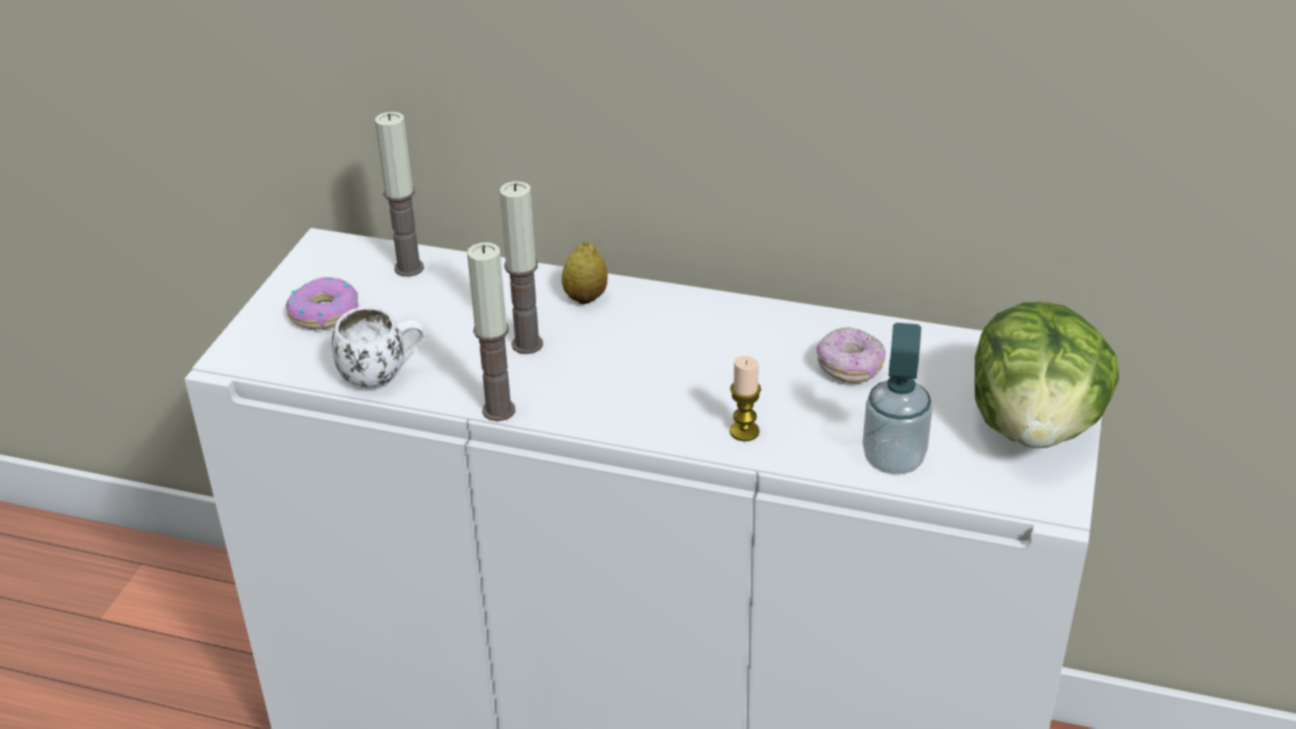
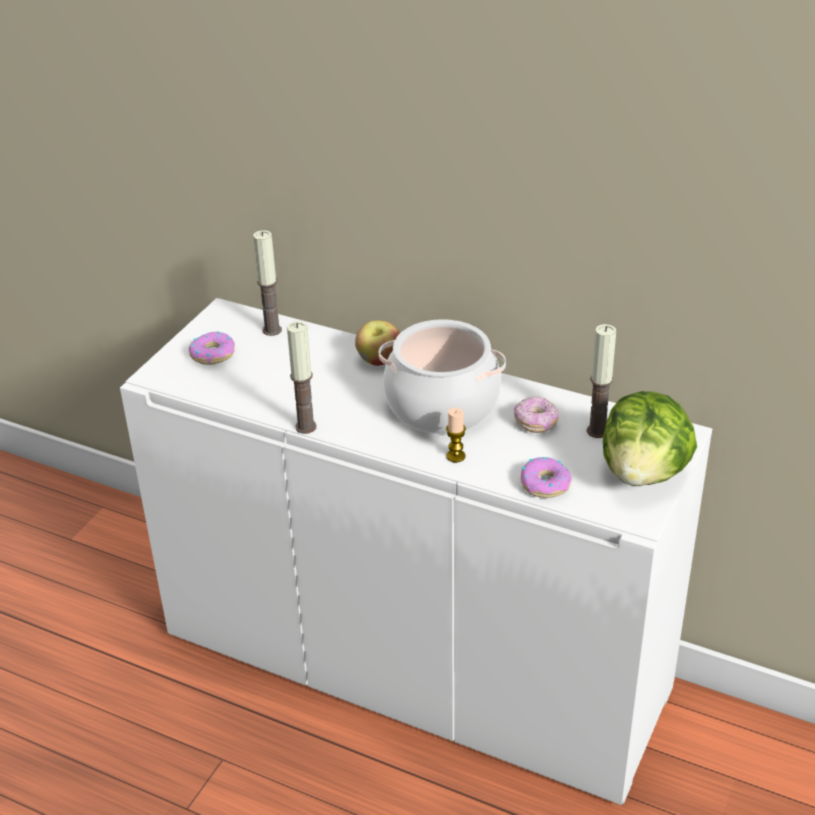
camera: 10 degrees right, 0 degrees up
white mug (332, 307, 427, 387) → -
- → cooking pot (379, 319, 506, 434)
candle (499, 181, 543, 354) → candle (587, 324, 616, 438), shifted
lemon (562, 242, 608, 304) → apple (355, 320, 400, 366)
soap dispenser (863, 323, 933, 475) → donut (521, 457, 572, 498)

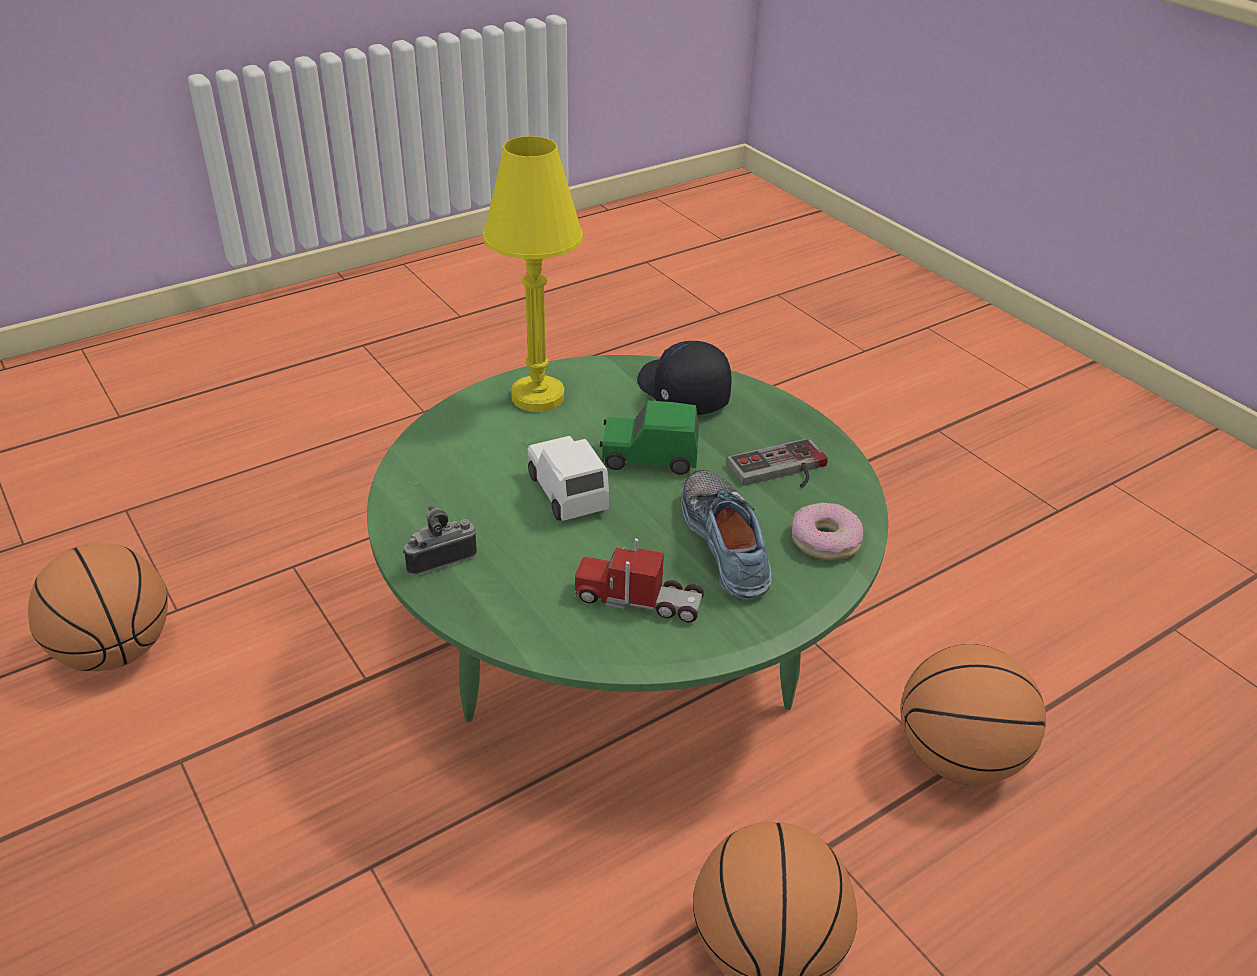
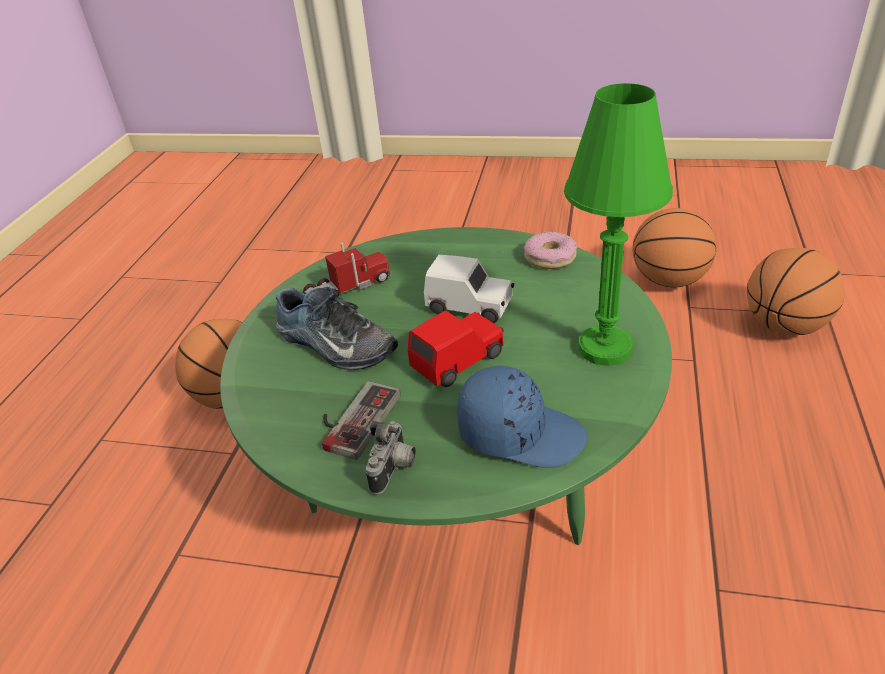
camera: 140 degrees right, 0 degrees up
photo camera (403, 505, 477, 576) → photo camera (365, 421, 416, 494), shifted
donut (792, 503, 863, 560) → donut (524, 231, 577, 269), shifted
basketball (900, 644, 1046, 785) → basketball (747, 248, 844, 335), shifted
yellow table lamp (483, 136, 583, 412) → green table lamp (564, 83, 673, 366)
green toy car (600, 400, 699, 475) → red toy car (408, 310, 504, 387)
black cap (637, 341, 732, 415) → blue cap (457, 365, 587, 468)

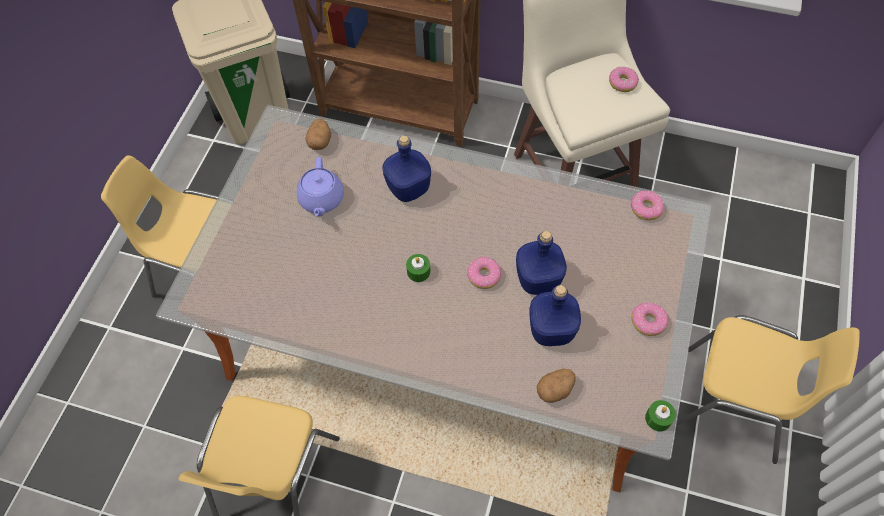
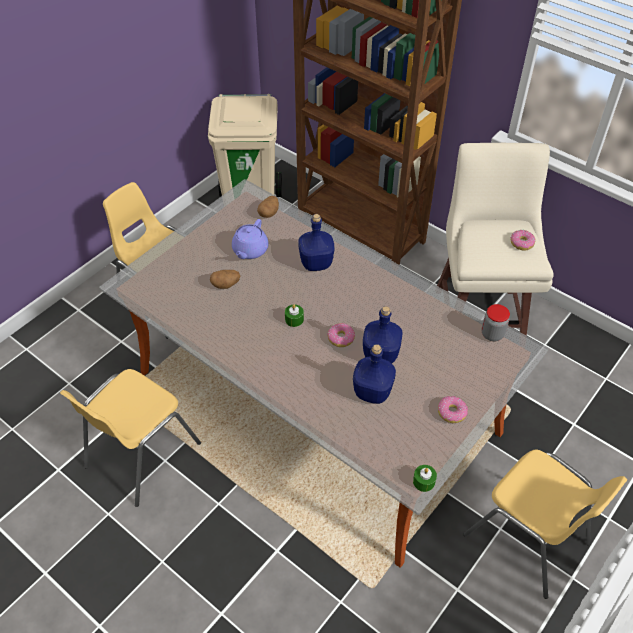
camera: 20 degrees right, 10 degrees down
potato (537, 369, 576, 403) → potato (210, 270, 241, 289), shifted
donut (631, 190, 664, 220) → jar (481, 304, 510, 341)

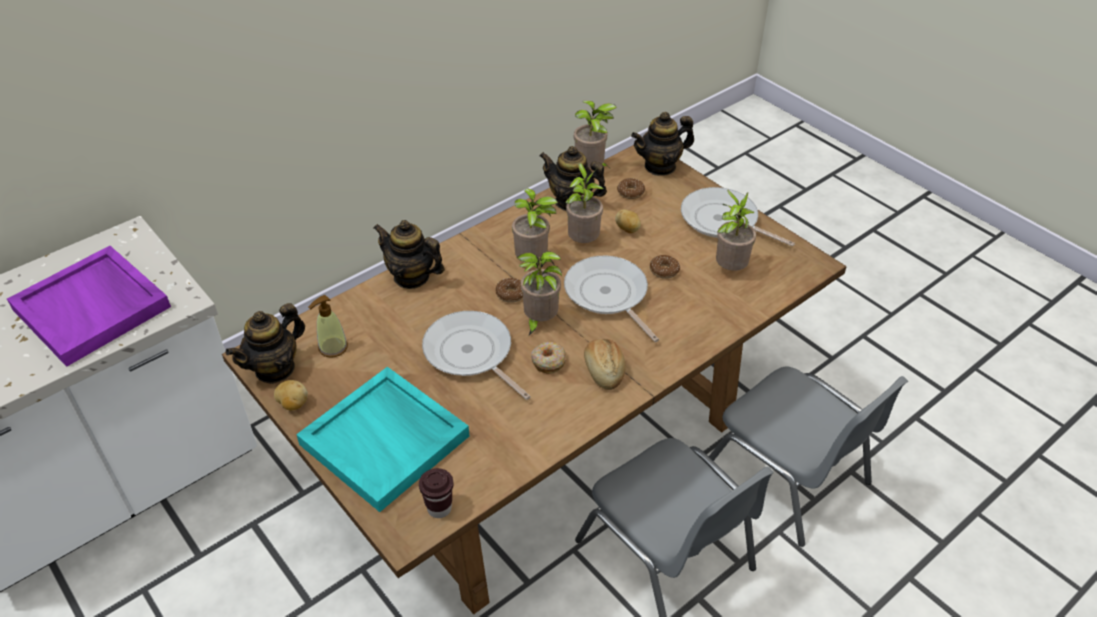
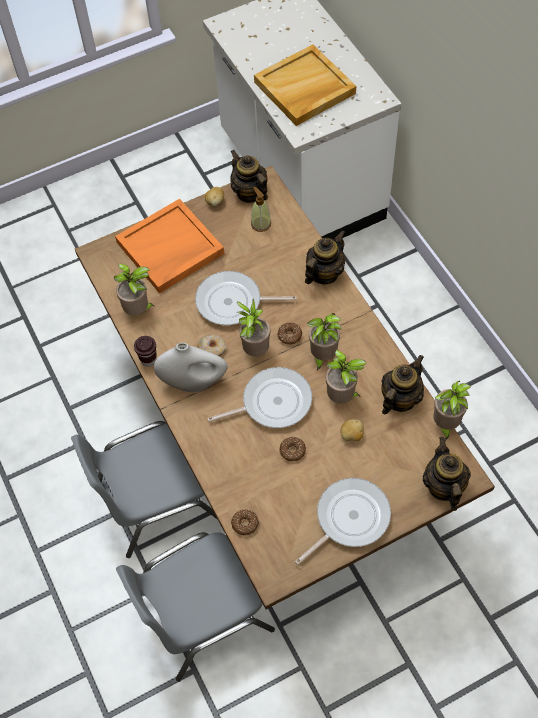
camera: 105 degrees right, 15 degrees up
brown cup (419, 468, 453, 518) → brown cup (134, 336, 157, 367), shifted
donut (617, 178, 645, 199) → donut (231, 509, 259, 535), shifted
potted plant (716, 190, 756, 271) → potted plant (114, 264, 155, 315), shifted
bread (584, 339, 626, 390) → white vase (154, 343, 227, 392)
purple tray (7, 246, 171, 367) → beige tray (254, 44, 356, 126)
turquoise tray (296, 367, 469, 512) → orange tray (115, 199, 224, 294)
frying pan (422, 311, 531, 400) → frying pan (195, 271, 297, 325), 150 degrees counterclockwise

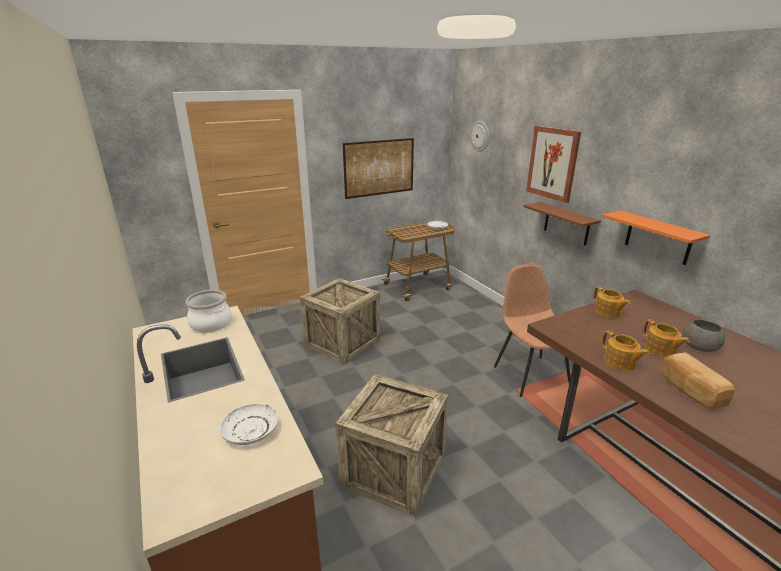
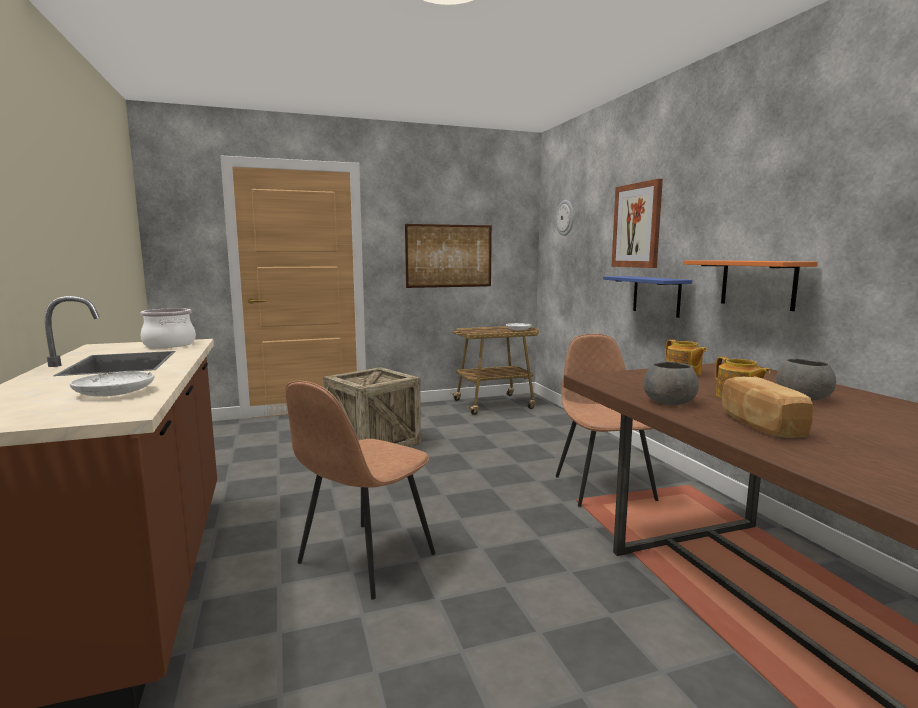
camera: 10 degrees right, 15 degrees down
crate (335, 374, 448, 517) → brown chair (285, 381, 435, 600)
teapot (602, 330, 649, 371) → grey bowl (644, 362, 699, 405)
brown shelf (524, 202, 601, 246) → blue shelf (603, 276, 692, 318)

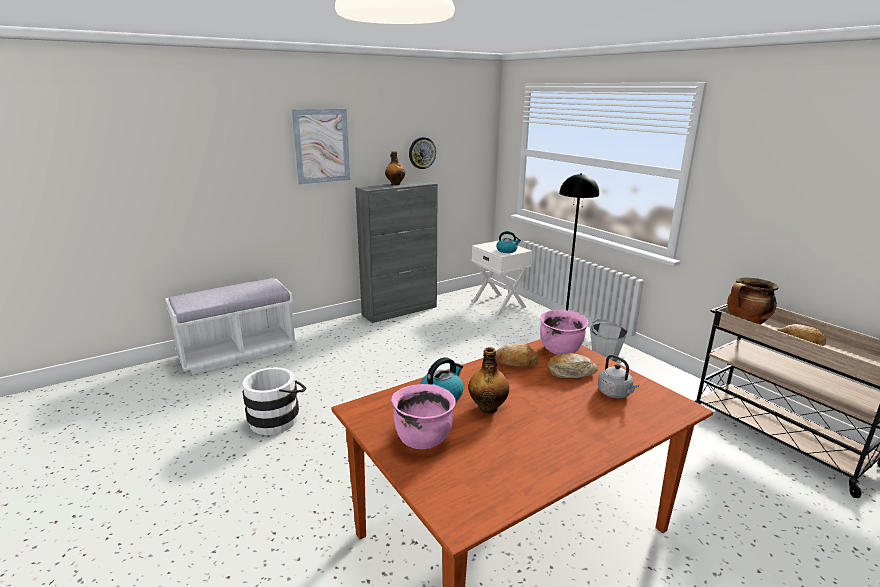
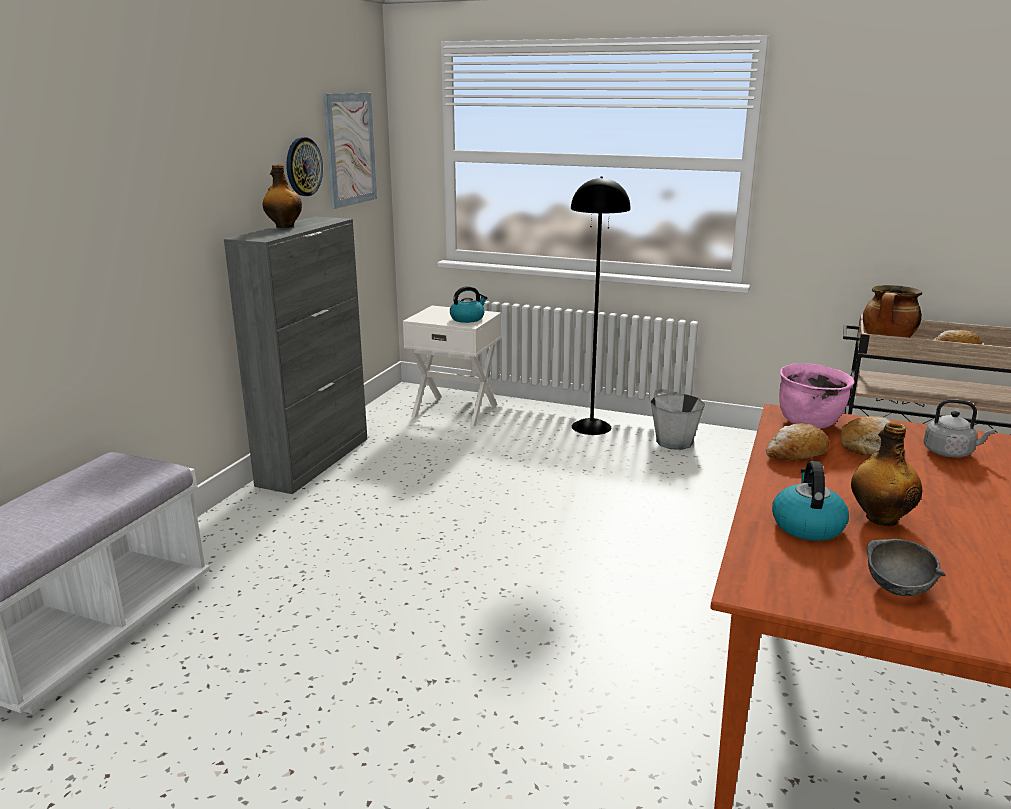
camera: 35 degrees left, 0 degrees up
white bucket (242, 367, 306, 435) → -
picture (292, 109, 350, 184) → picture (323, 93, 377, 209), shifted
pink cooking pot (391, 384, 456, 449) → grey bowl (867, 539, 945, 596)

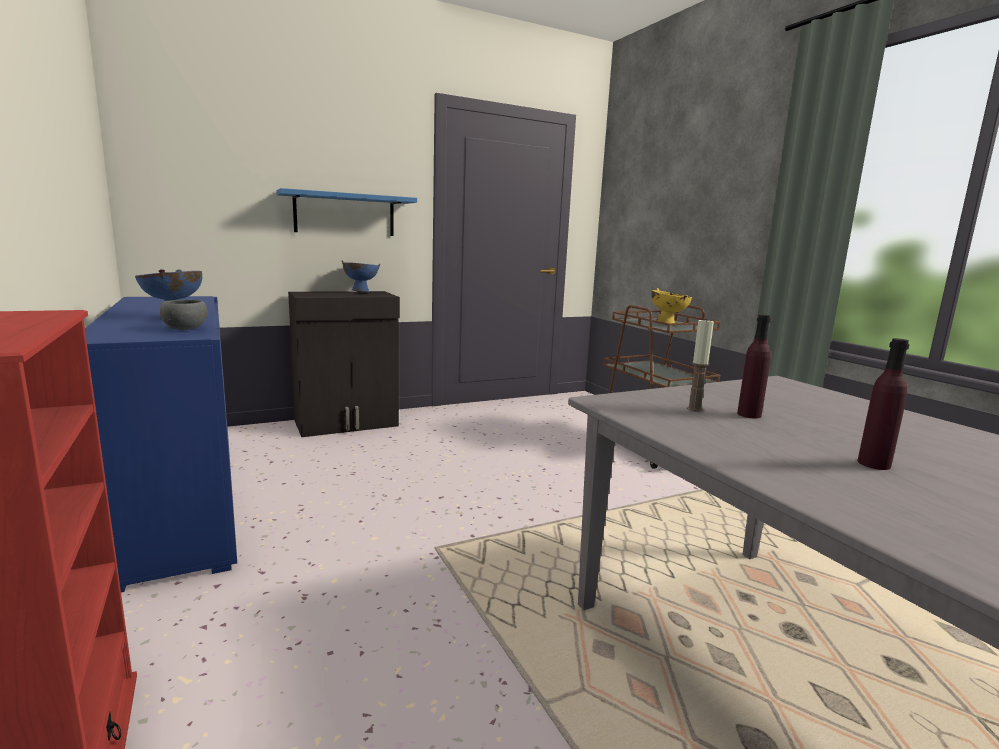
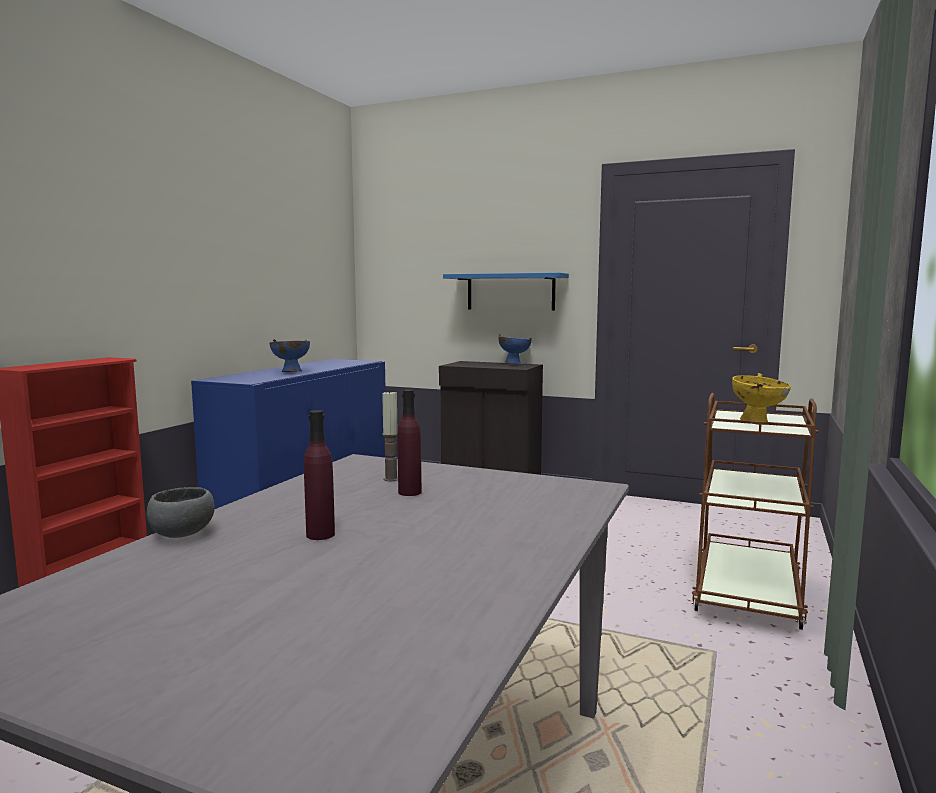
camera: 50 degrees right, 5 degrees down
grey bowl (160, 300, 208, 330) → grey bowl (147, 487, 215, 538), shifted

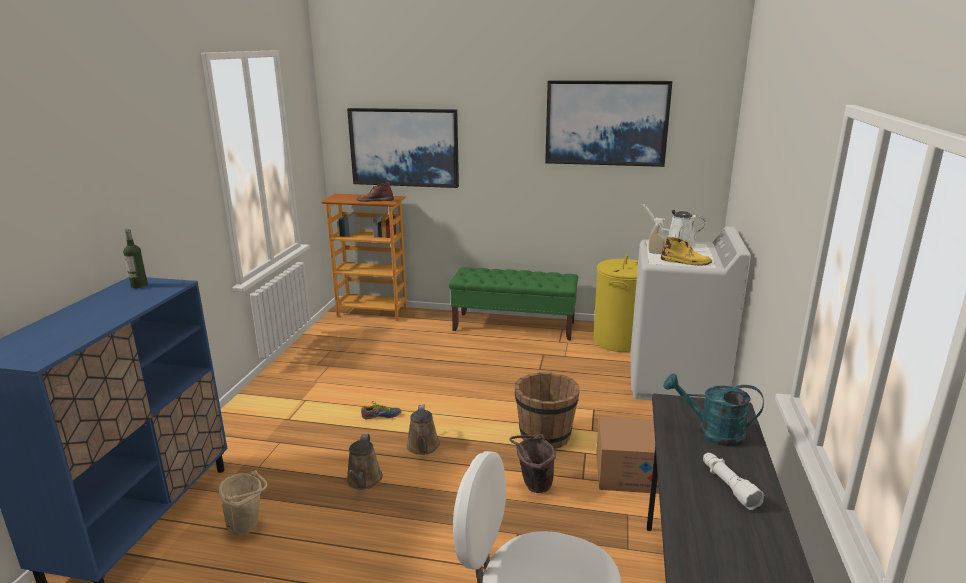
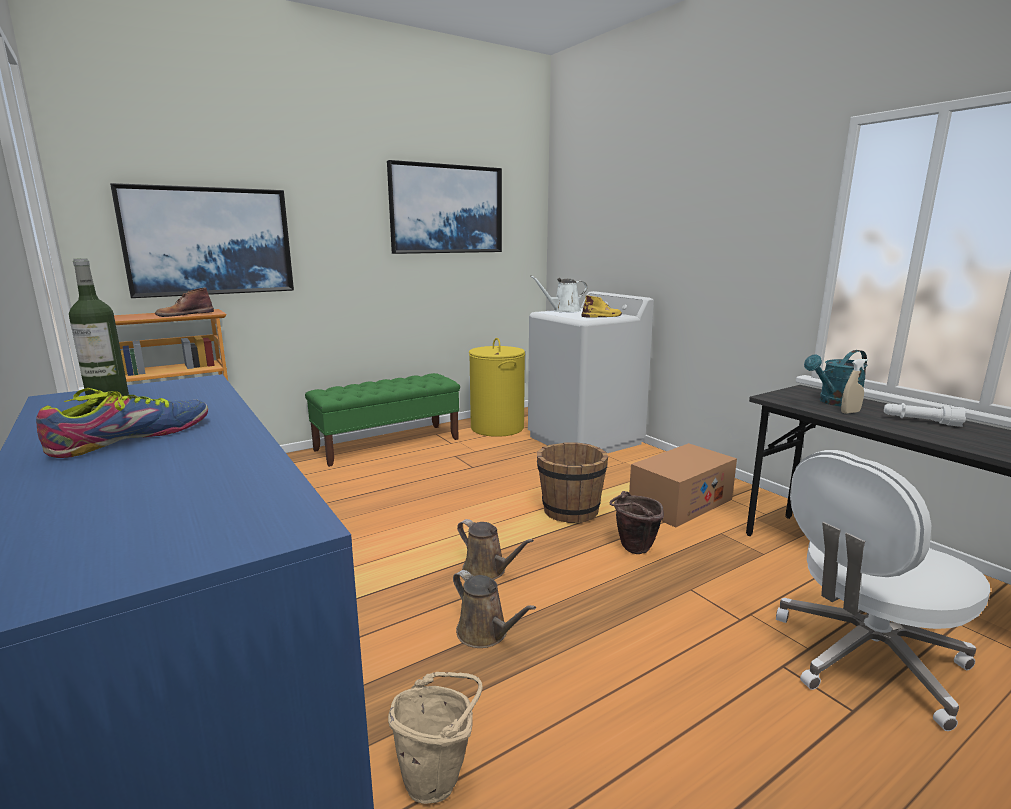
camera: 45 degrees left, 5 degrees down
shoe (361, 401, 401, 419) → shoe (36, 388, 208, 458), shifted
beige spray bottle (648, 218, 665, 254) → beige spray bottle (841, 359, 867, 414), shifted

